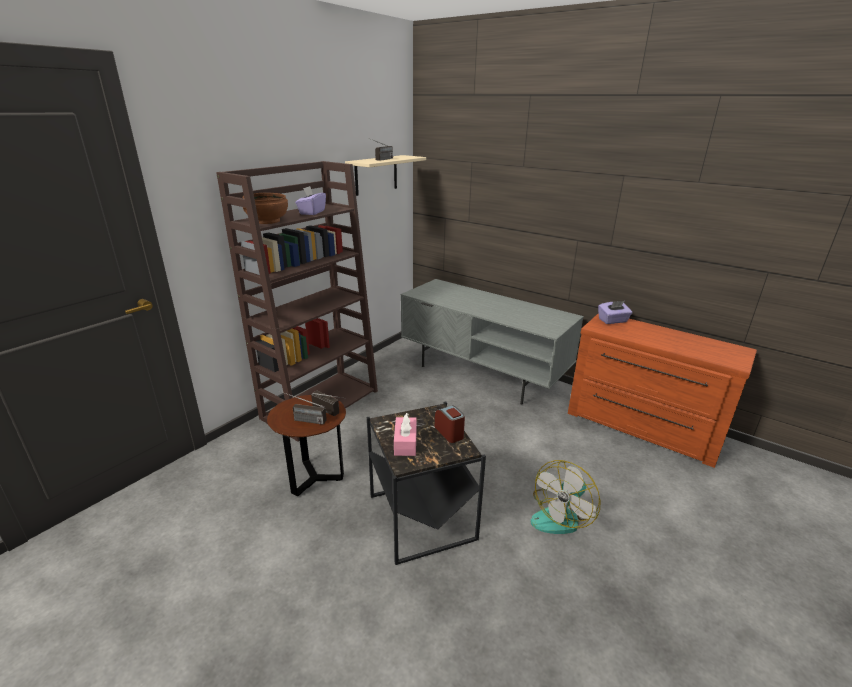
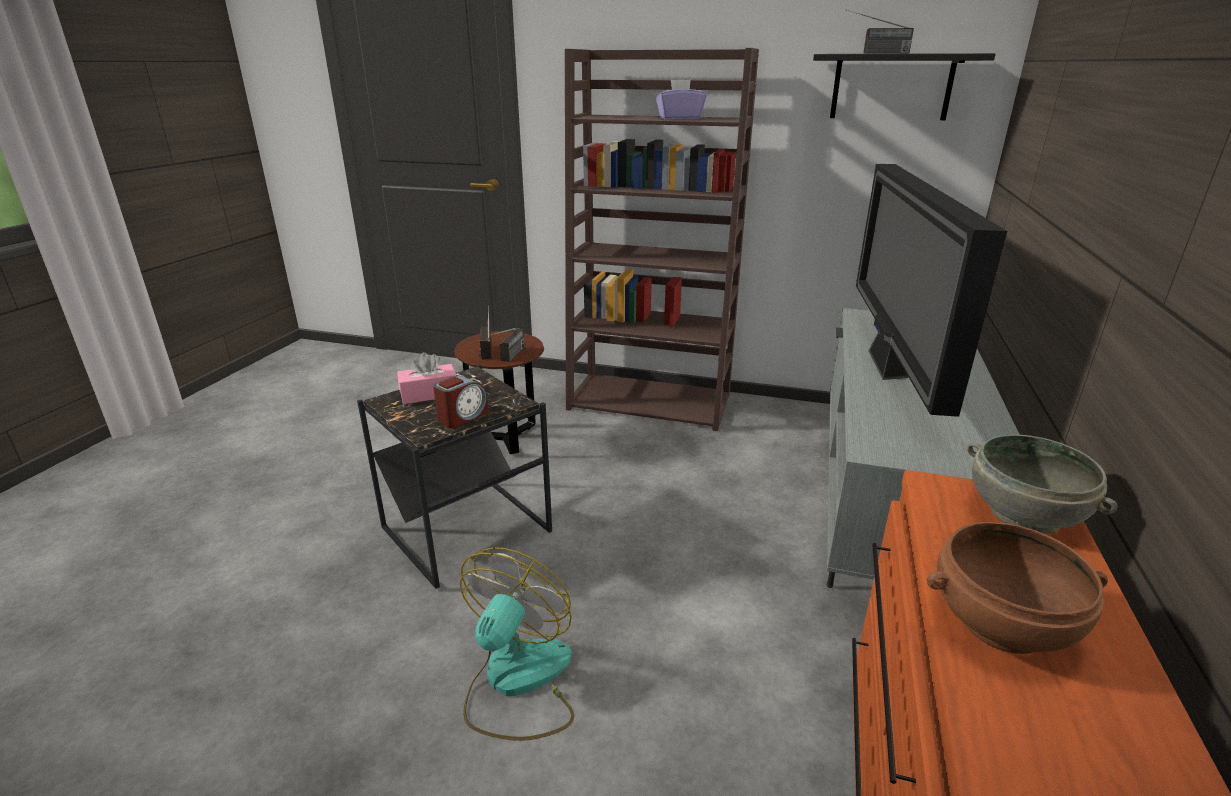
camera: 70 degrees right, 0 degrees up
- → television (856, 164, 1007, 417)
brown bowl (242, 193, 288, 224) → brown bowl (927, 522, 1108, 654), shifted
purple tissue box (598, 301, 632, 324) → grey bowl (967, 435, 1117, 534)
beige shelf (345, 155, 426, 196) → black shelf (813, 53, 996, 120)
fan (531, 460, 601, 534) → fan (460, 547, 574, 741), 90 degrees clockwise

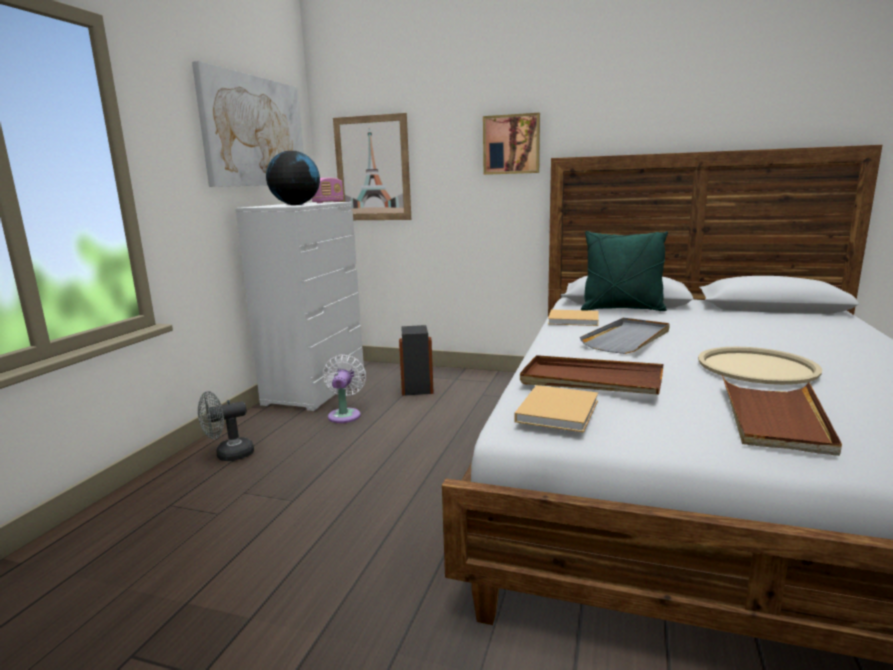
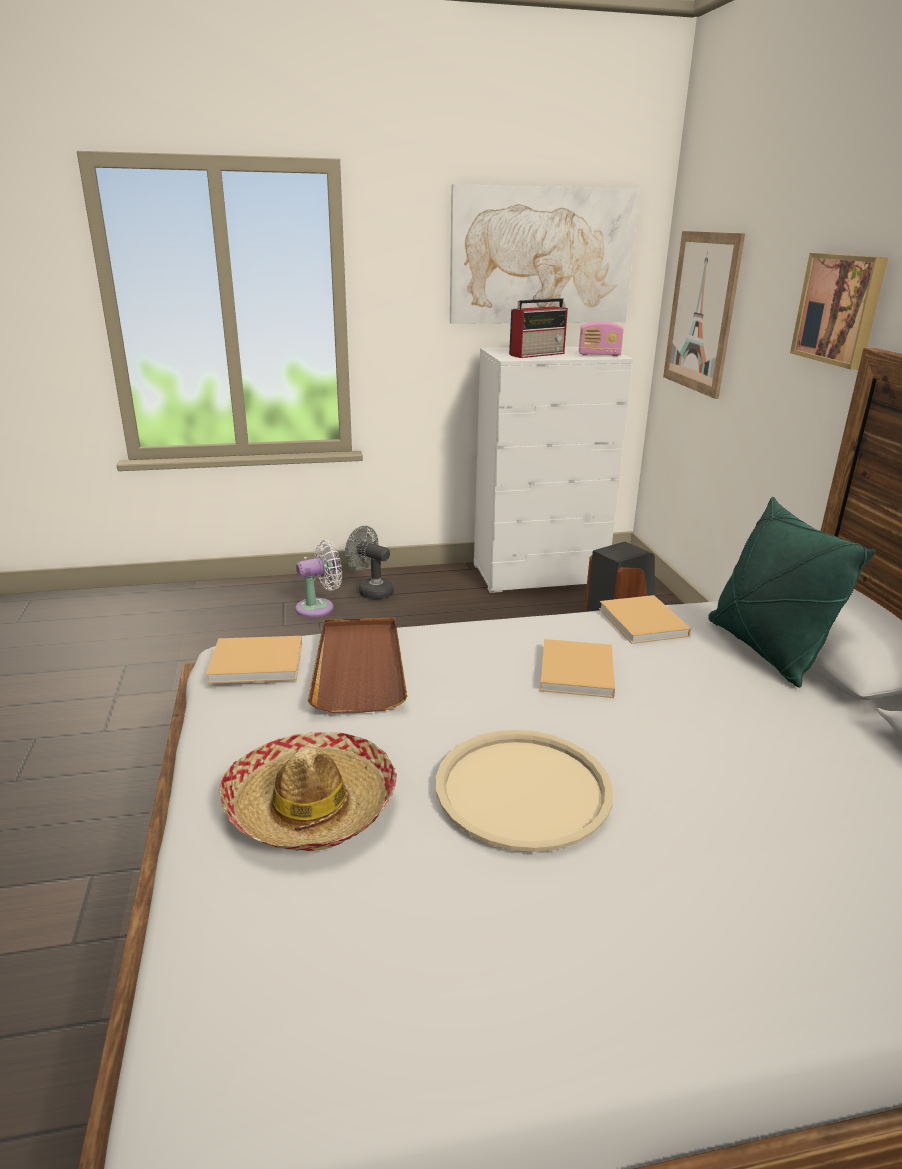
camera: 60 degrees right, 10 degrees up
white fan (323, 355, 366, 423) → white fan (295, 540, 342, 617), shifted
globe (266, 151, 320, 205) → radio (509, 298, 568, 358)
grey tray (580, 318, 670, 354) → beige book (540, 639, 615, 698)
brown tray (722, 375, 842, 456) → hat (219, 732, 397, 851)

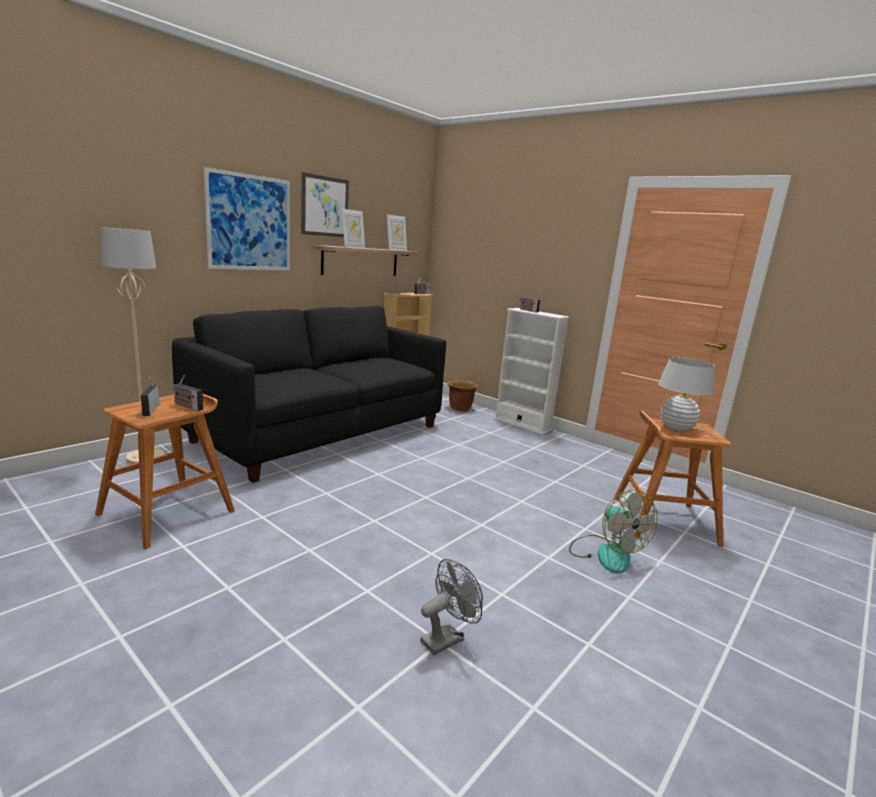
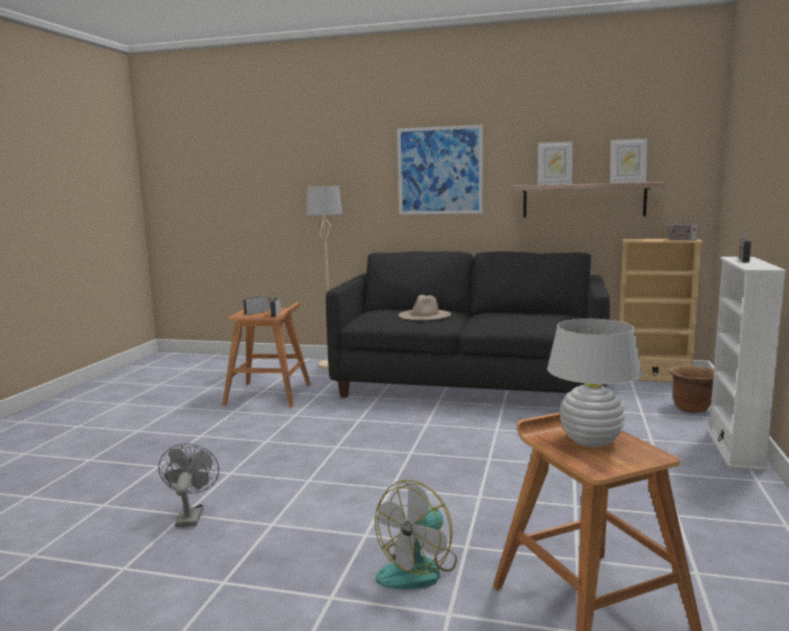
camera: 65 degrees right, 5 degrees down
picture (301, 172, 349, 237) → -
- → beige hat (398, 295, 451, 320)
grey fan (420, 559, 483, 655) → grey fan (158, 444, 219, 527), 120 degrees counterclockwise

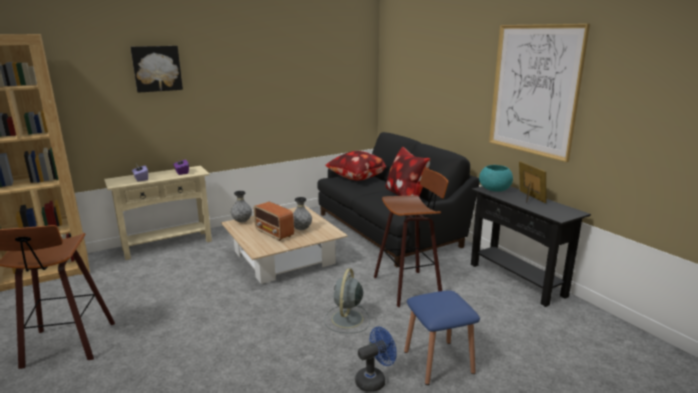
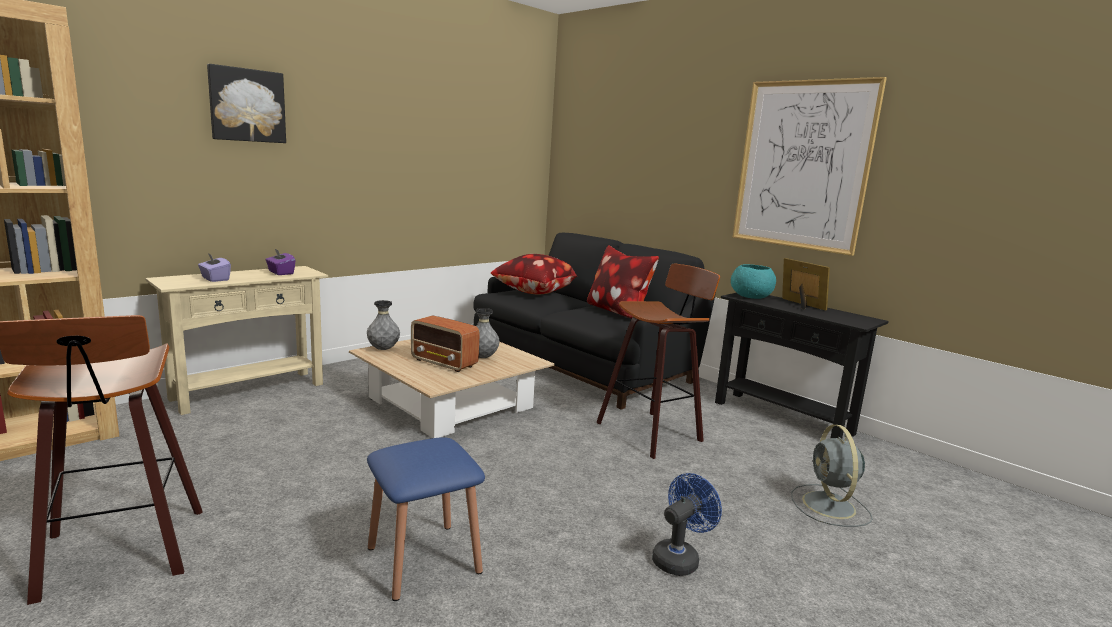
camera: 15 degrees left, 5 degrees down
grey fan (325, 268, 370, 333) → grey fan (791, 425, 873, 527), shifted
blue stool (404, 290, 480, 385) → blue stool (367, 437, 485, 601), shifted

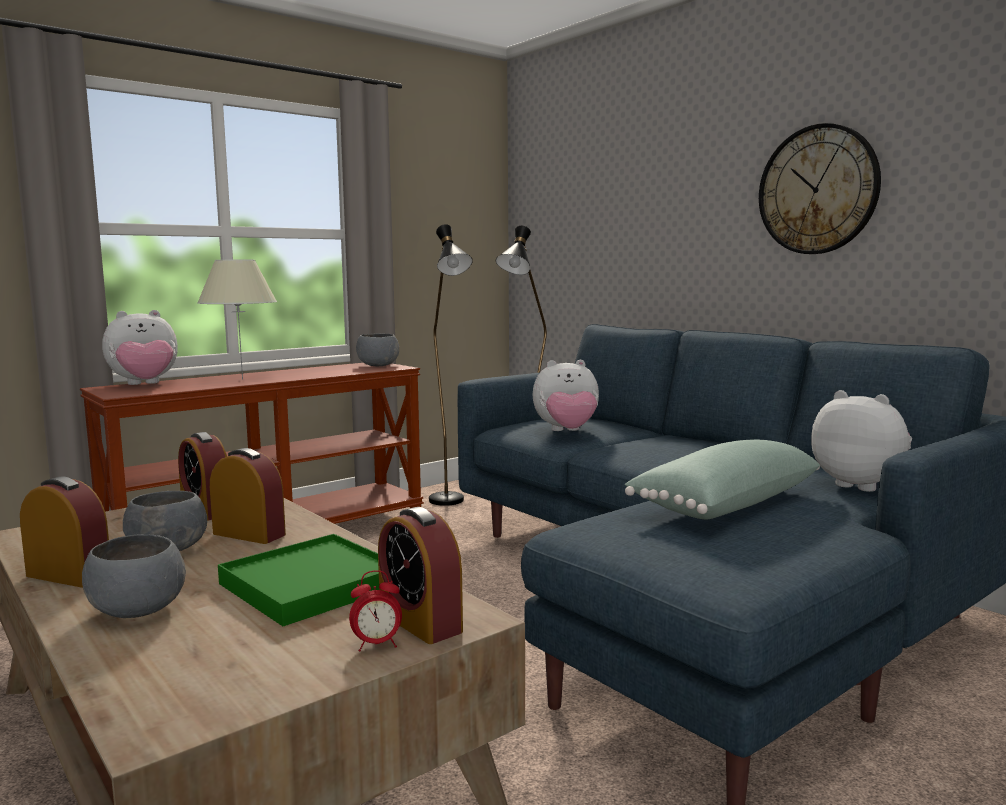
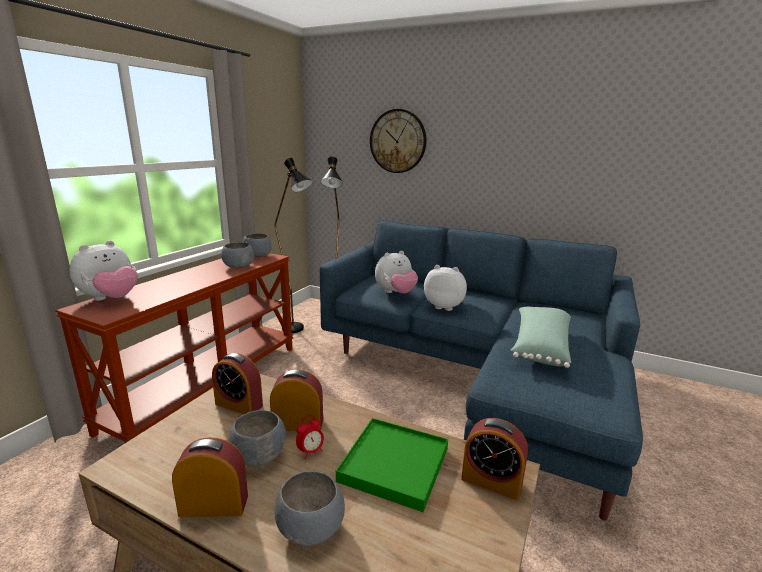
camera: 25 degrees left, 10 degrees up
beige table lamp (197, 260, 277, 380) → -
- → grey bowl (221, 242, 254, 268)
alarm clock (349, 570, 402, 652) → alarm clock (296, 415, 324, 459), shifted
wall clock (759, 123, 881, 254) → wall clock (370, 109, 427, 173), shifted
plush toy (811, 390, 912, 492) → plush toy (424, 265, 467, 311), shifted

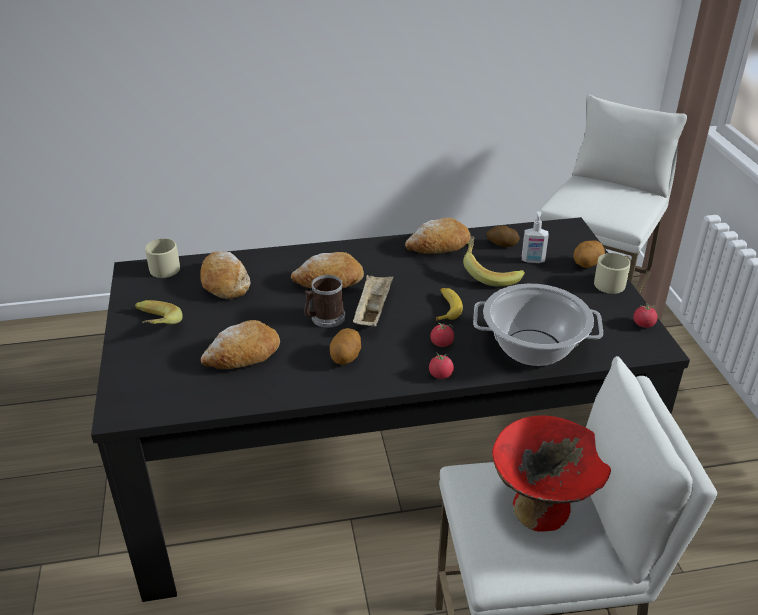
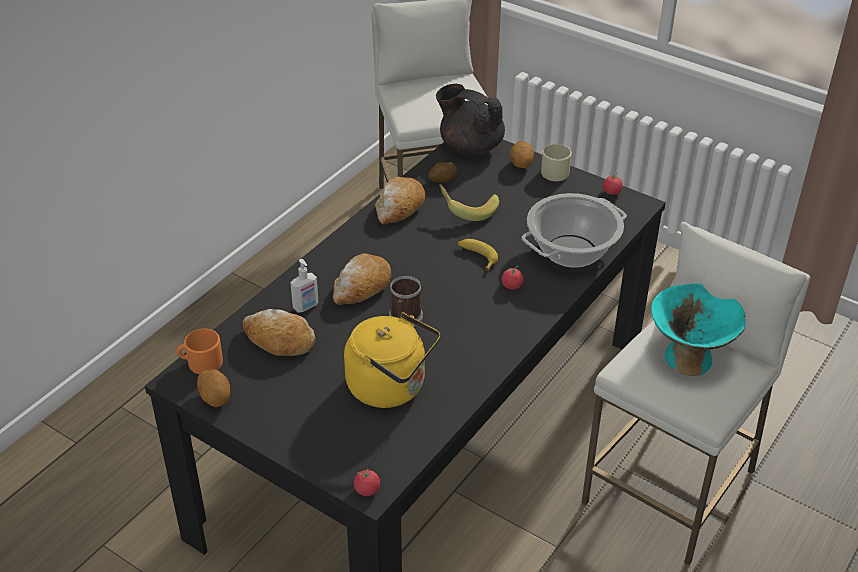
camera: 45 degrees left, 5 degrees up
banana (135, 300, 183, 325) → -
beige tray (353, 275, 393, 327) → -
- → black teapot (436, 84, 505, 155)
potato (330, 328, 361, 365) → potato (197, 369, 230, 407), shifted
tomato (429, 352, 454, 379) → tomato (354, 468, 380, 496), shifted
soap dispenser (522, 211, 549, 263) → soap dispenser (291, 259, 319, 313), shifted
bread (201, 320, 280, 369) → yellow kettle (344, 312, 440, 408)
beige mug (145, 239, 180, 278) → orange mug (177, 329, 223, 374)
red bowl (492, 415, 611, 532) → turquoise bowl (651, 284, 746, 376)

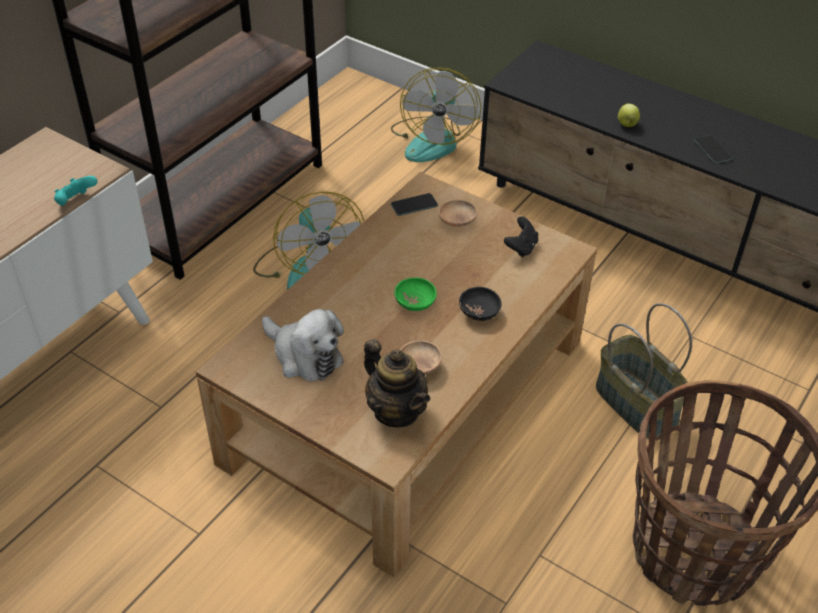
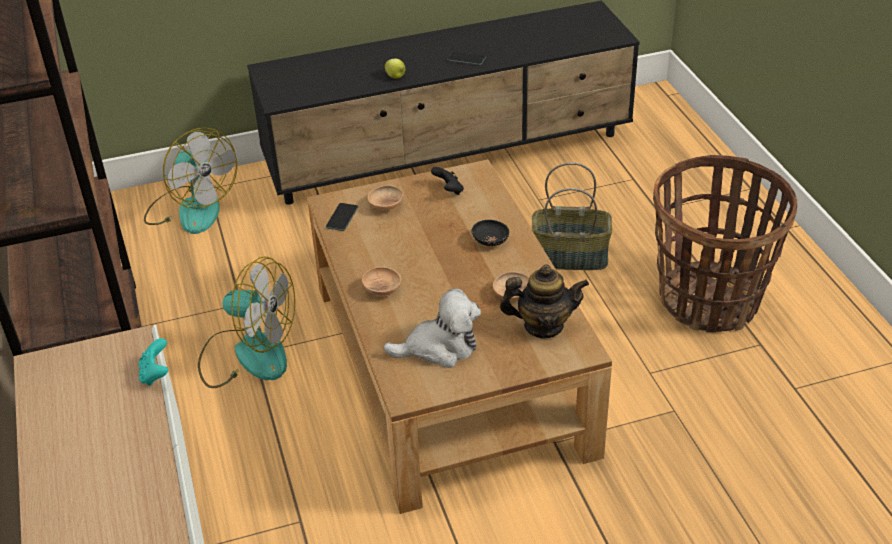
camera: 50 degrees left, 5 degrees down
green bowl (394, 278, 437, 311) → -
- → brown bowl (362, 267, 401, 296)

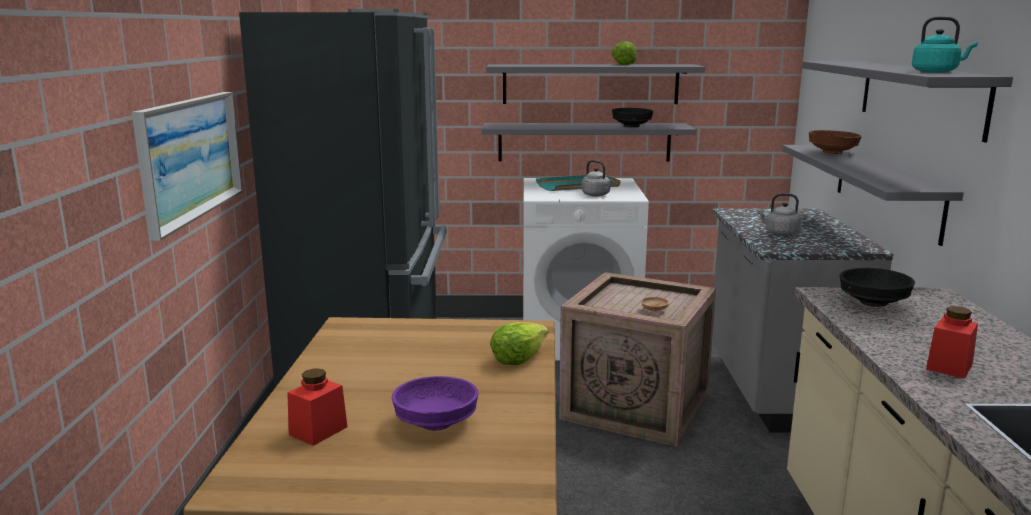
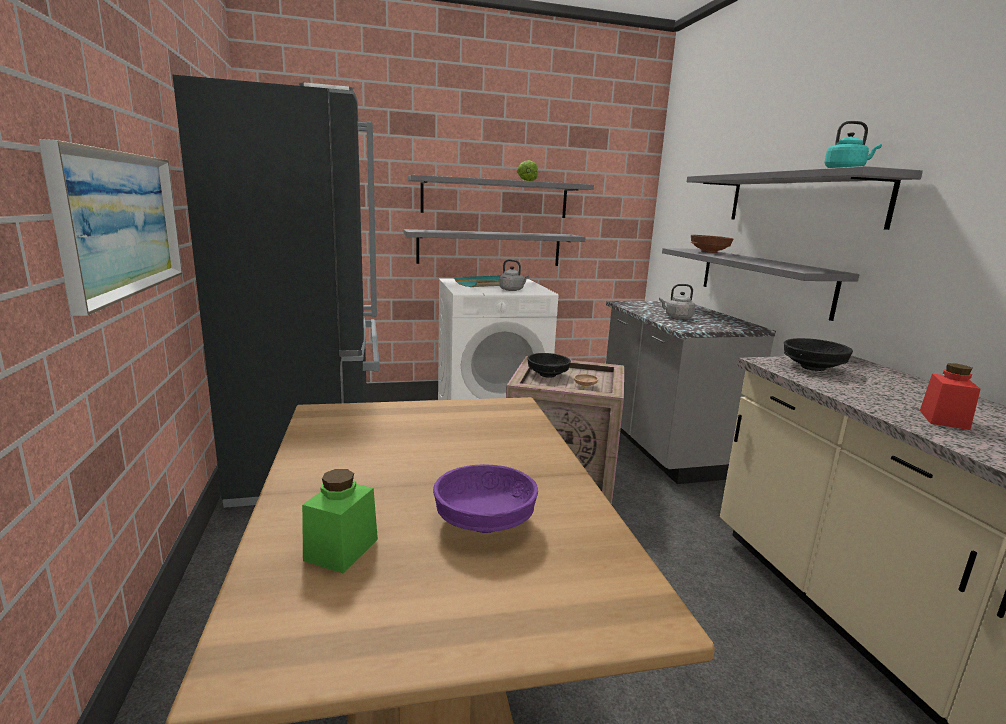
camera: 15 degrees left, 0 degrees up
lettuce (490, 322, 548, 365) → -
black bowl (612, 108, 653, 127) → black bowl (527, 353, 571, 378), shifted
red jar (287, 368, 347, 446) → green jar (302, 469, 378, 574)

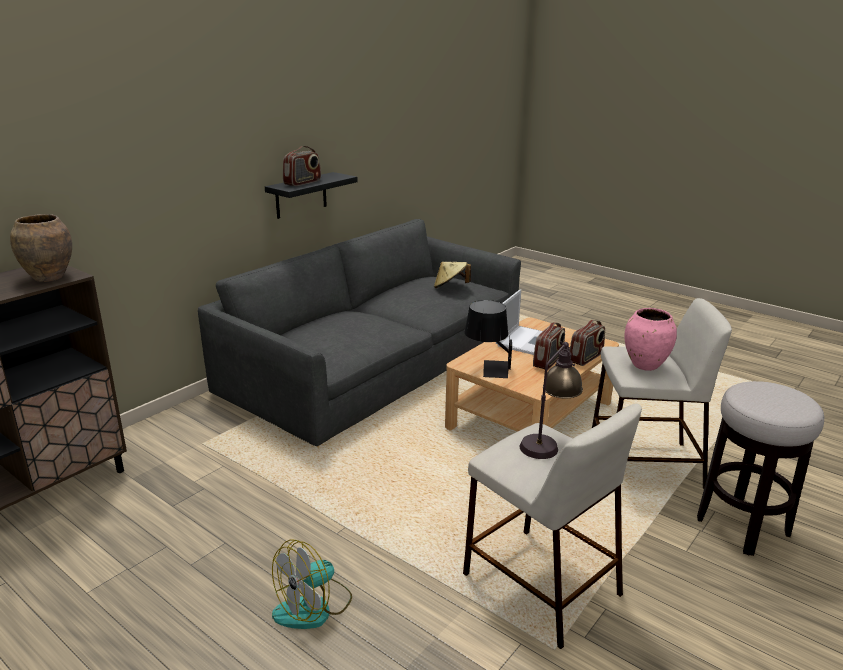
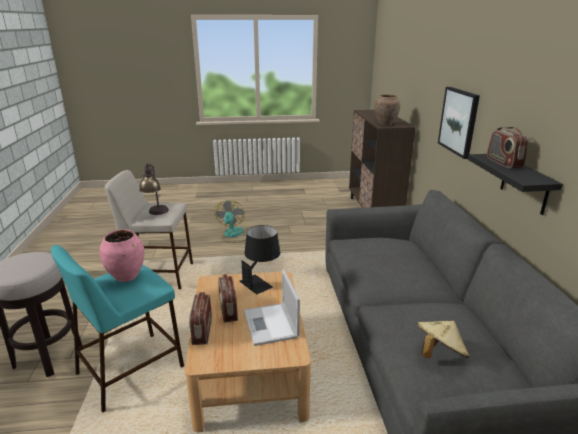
camera: 135 degrees right, 0 degrees up
- → picture (438, 87, 480, 159)
beige stool (592, 298, 732, 489) → turquoise stool (51, 245, 184, 413)

